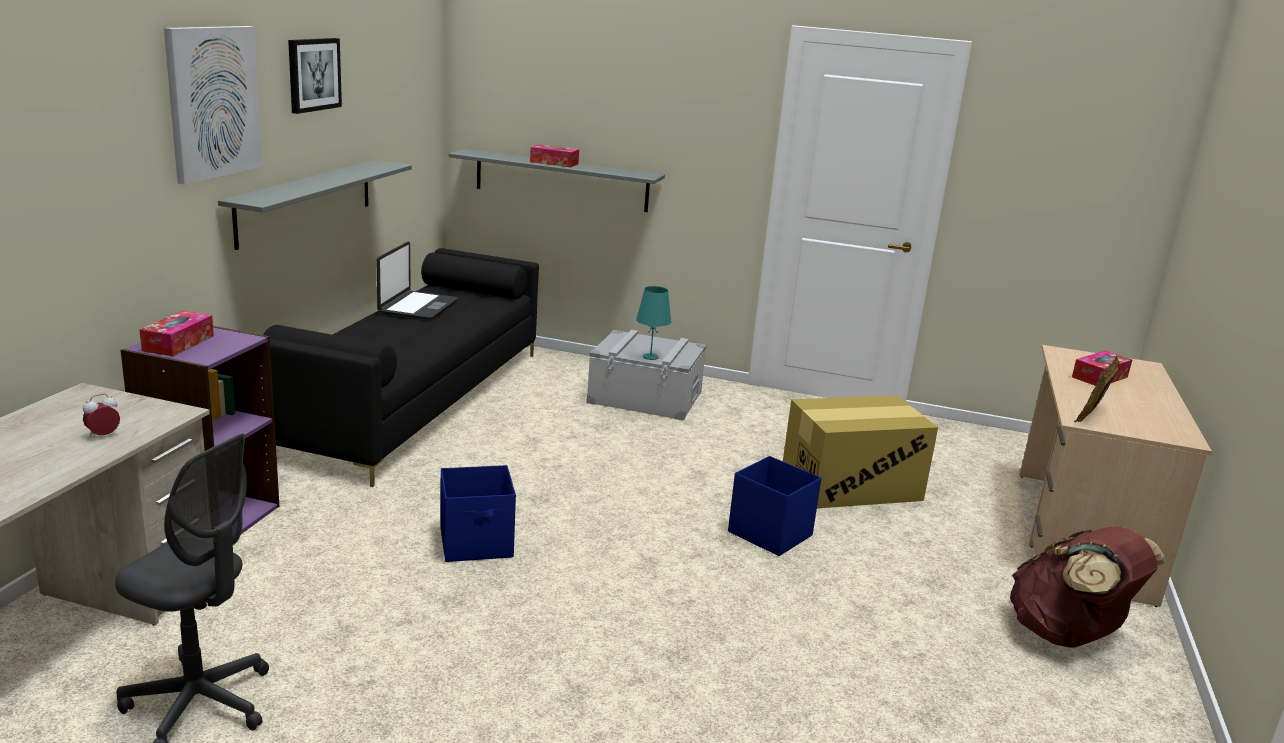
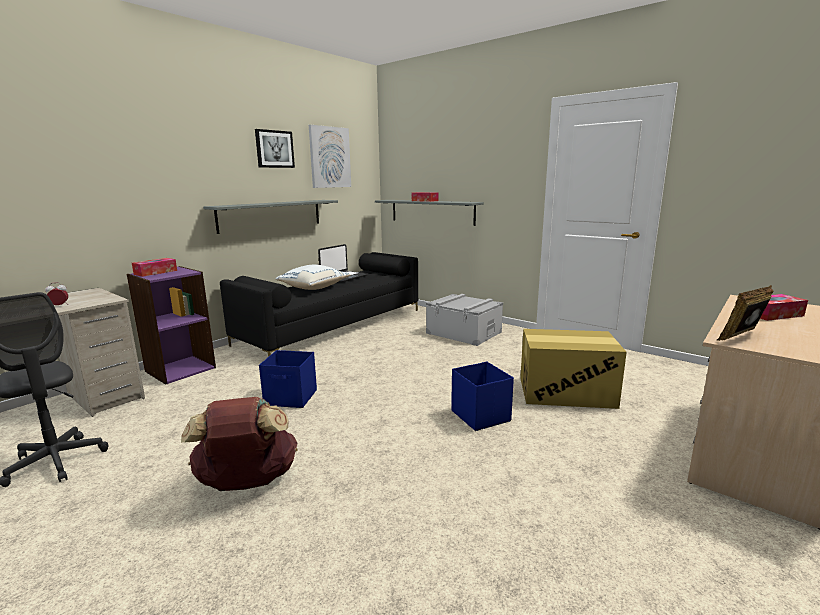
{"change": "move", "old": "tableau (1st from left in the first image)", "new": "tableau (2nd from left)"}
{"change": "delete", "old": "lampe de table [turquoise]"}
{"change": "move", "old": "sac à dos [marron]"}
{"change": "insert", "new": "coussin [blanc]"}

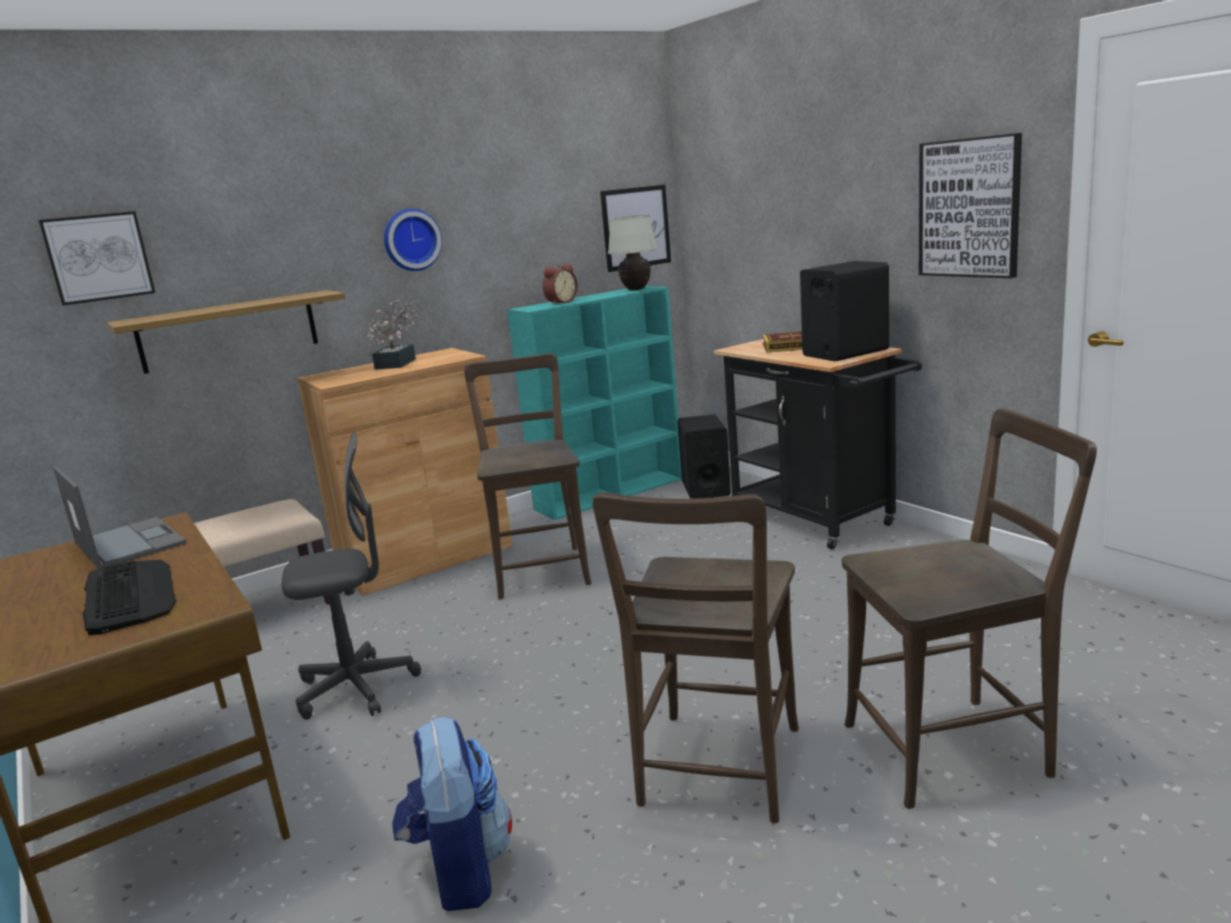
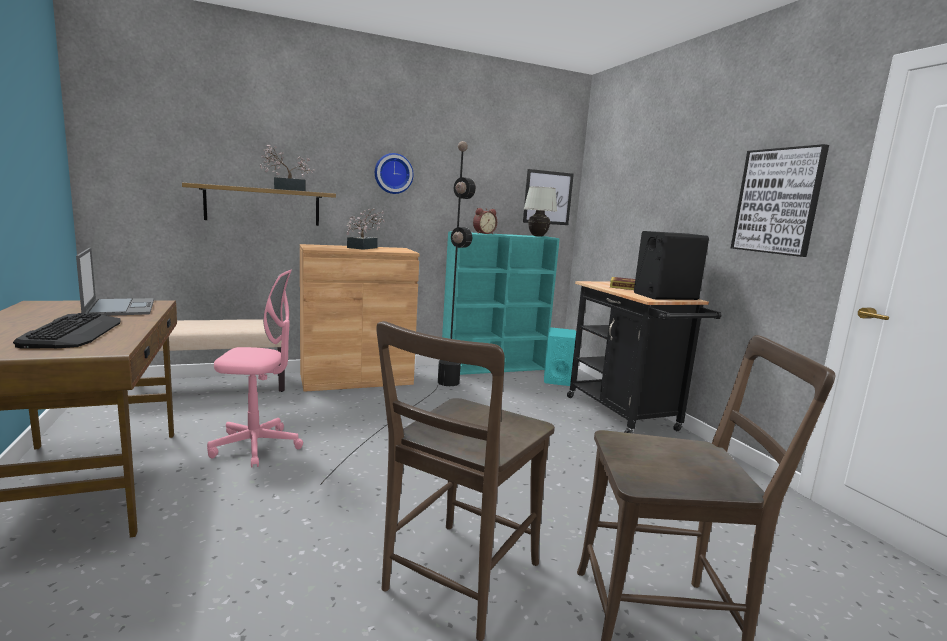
{"change": "delete", "old": "tableau (1st from left)"}
{"change": "replace", "old": "chaise [marron] (1st from left)", "new": "lampadaire [noir]"}
{"change": "recolor", "old": "enceinte [noir] (1st from left)", "new": "enceinte [turquoise]"}
{"change": "recolor", "old": "chaise de bureau [gris]", "new": "chaise de bureau [rose]"}
{"change": "delete", "old": "sac à dos"}
{"change": "insert", "new": "plante en pot (1st from left)"}

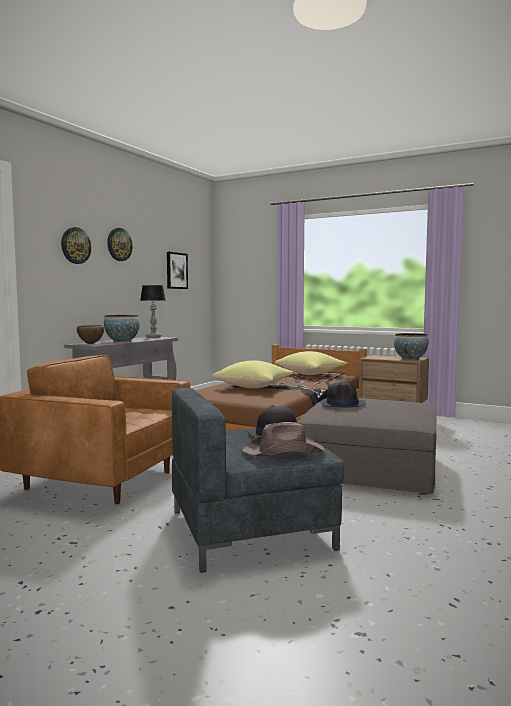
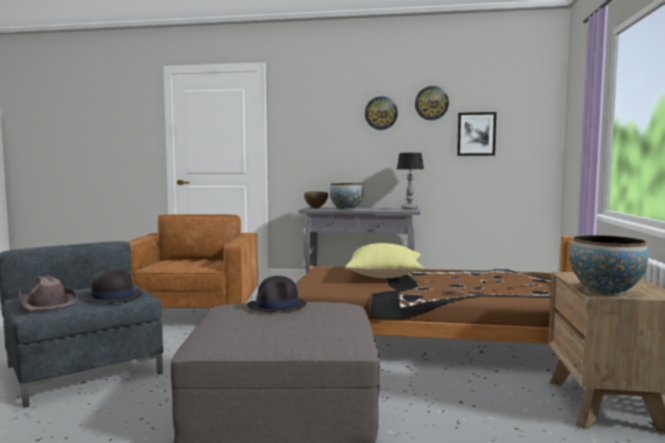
{"change": "move", "old": "horloge murale (1st from left in the first image)", "new": "horloge murale (2nd from left)"}
{"change": "delete", "old": "coussin [jaune] (2nd from left)"}

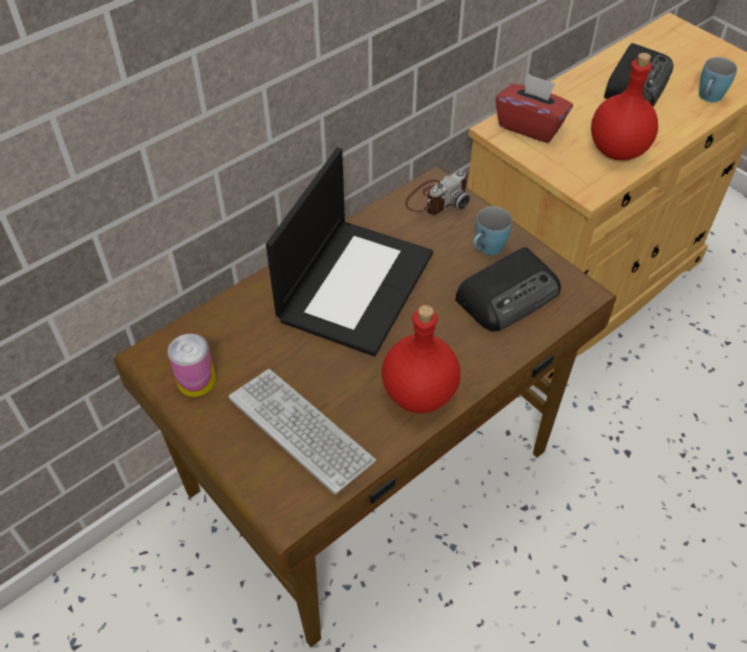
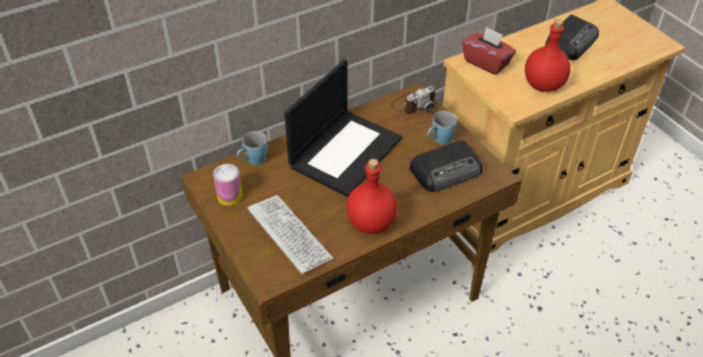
{"change": "move", "old": "mug [bleu] (2nd from left in the first image)", "new": "mug [bleu] (1st from left)"}

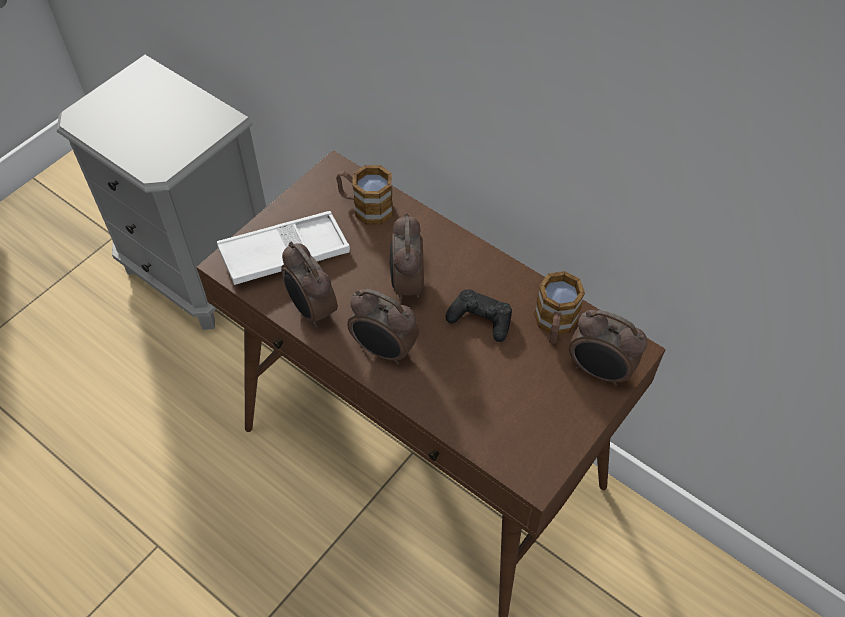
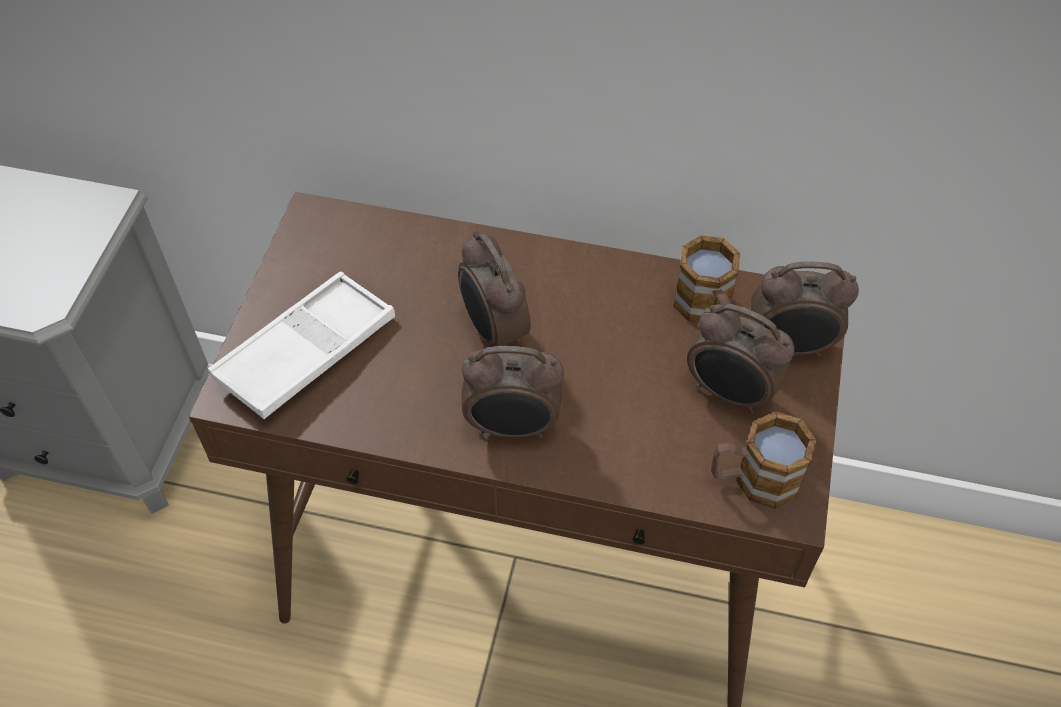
{"change": "move", "old": "mug (1st from left in the first image)", "new": "mug (2nd from left)"}
{"change": "move", "old": "réveil (1st from left in the first image)", "new": "réveil (3rd from left)"}
{"change": "delete", "old": "manette [noir]"}

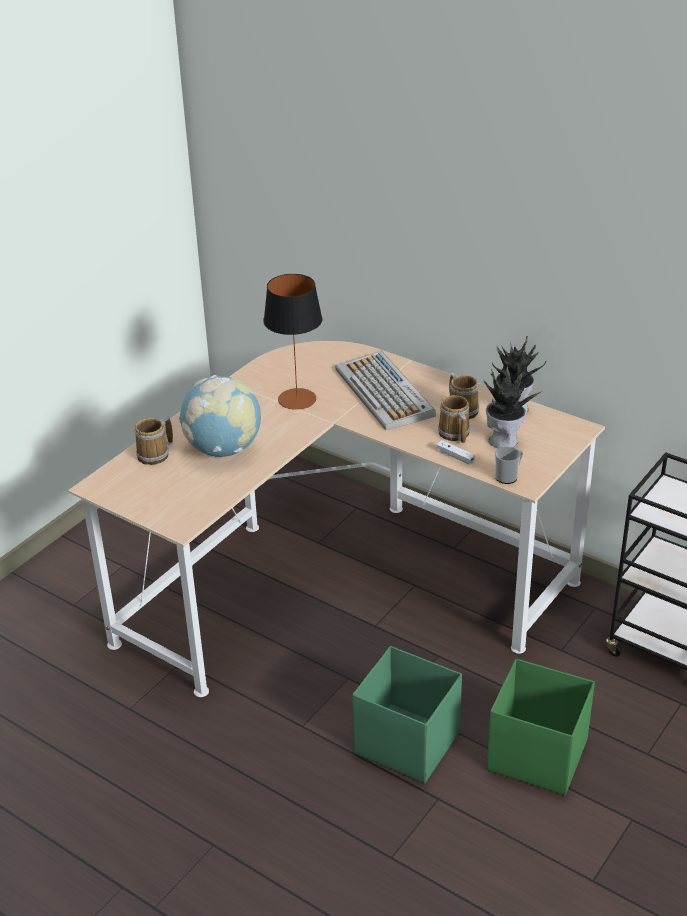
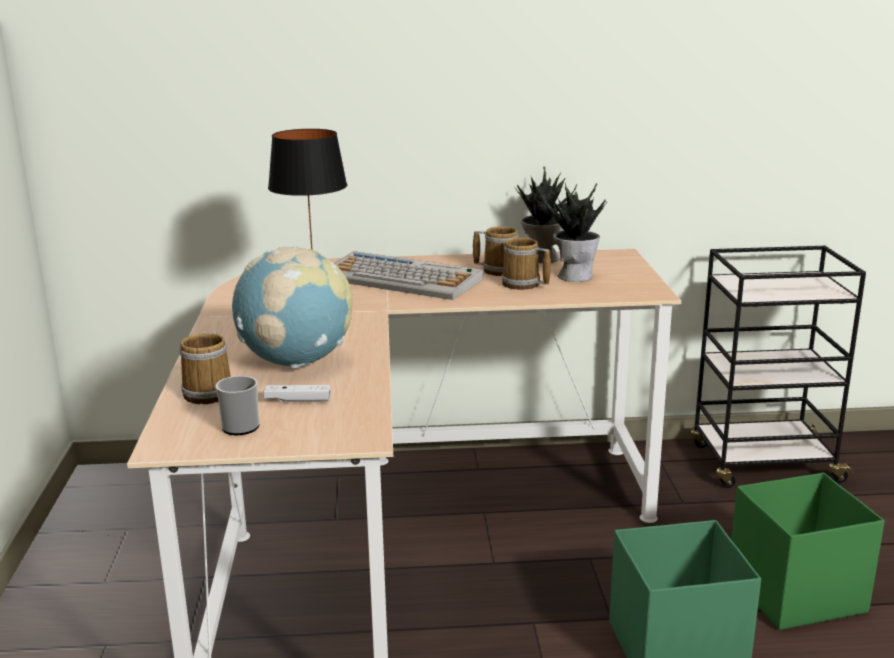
{"change": "move", "old": "manette [blanc]"}
{"change": "move", "old": "mug (4th from left in the first image)", "new": "mug (2nd from left)"}

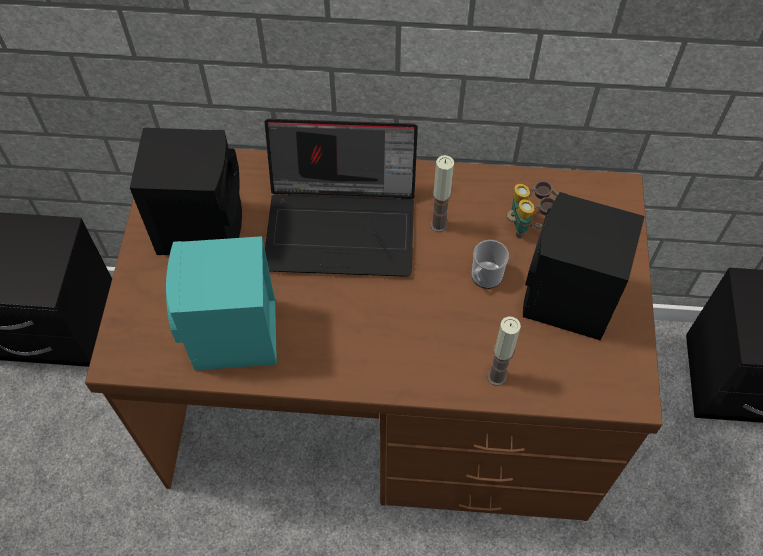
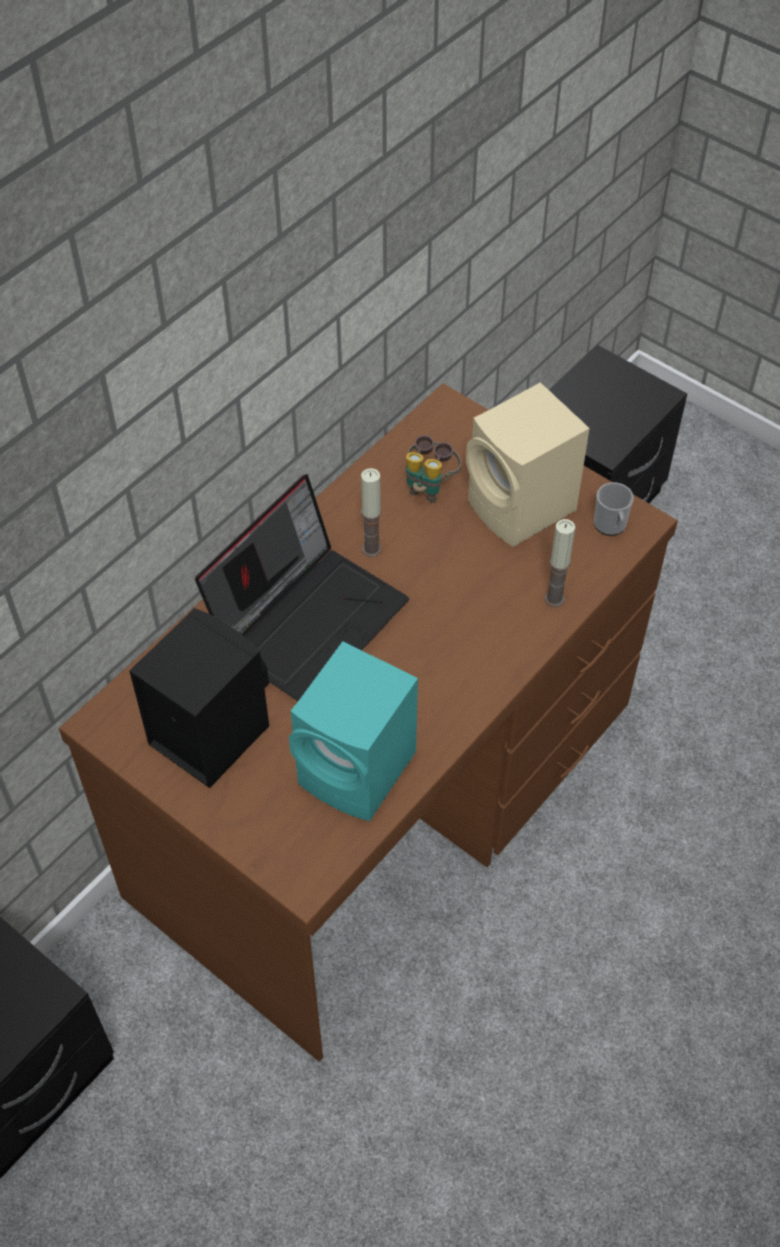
{"change": "recolor", "old": "enceinte [noir] (2nd from left)", "new": "enceinte [beige]"}
{"change": "move", "old": "mug"}

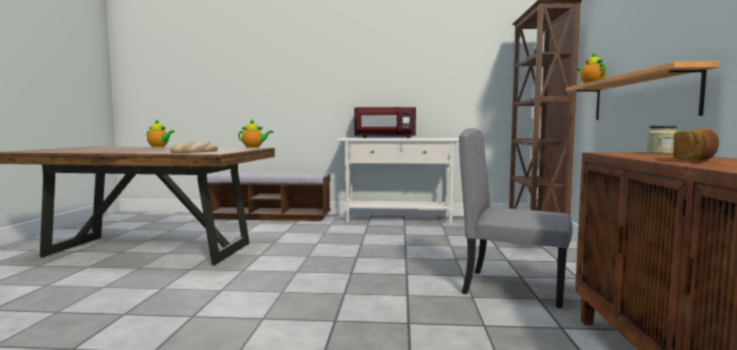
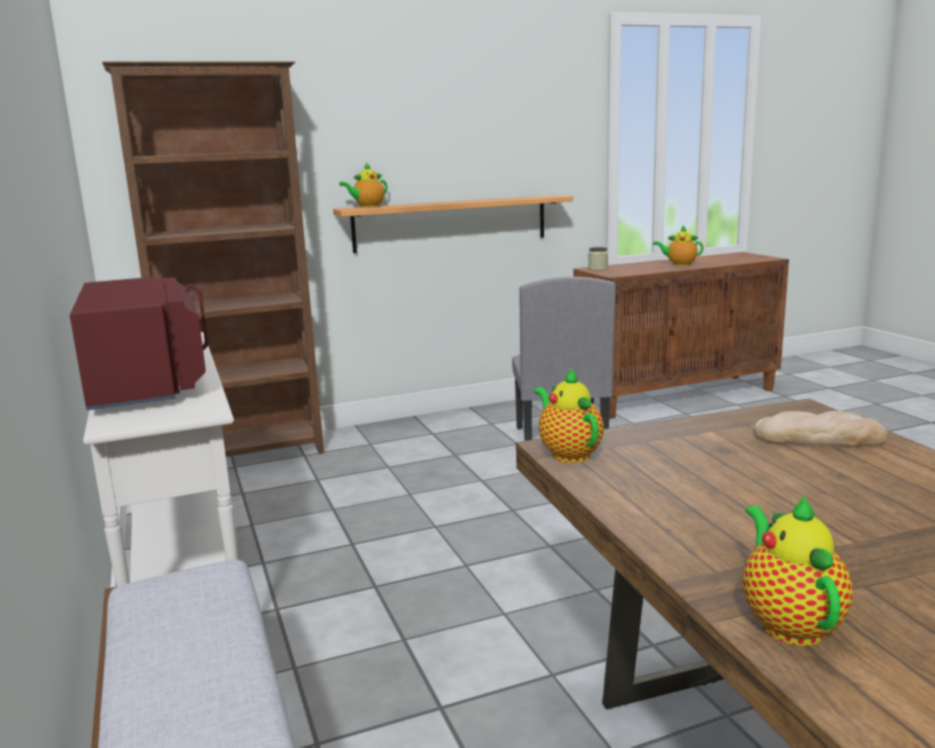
{"change": "replace", "old": "pain (2nd from left)", "new": "théière (3rd from left)"}

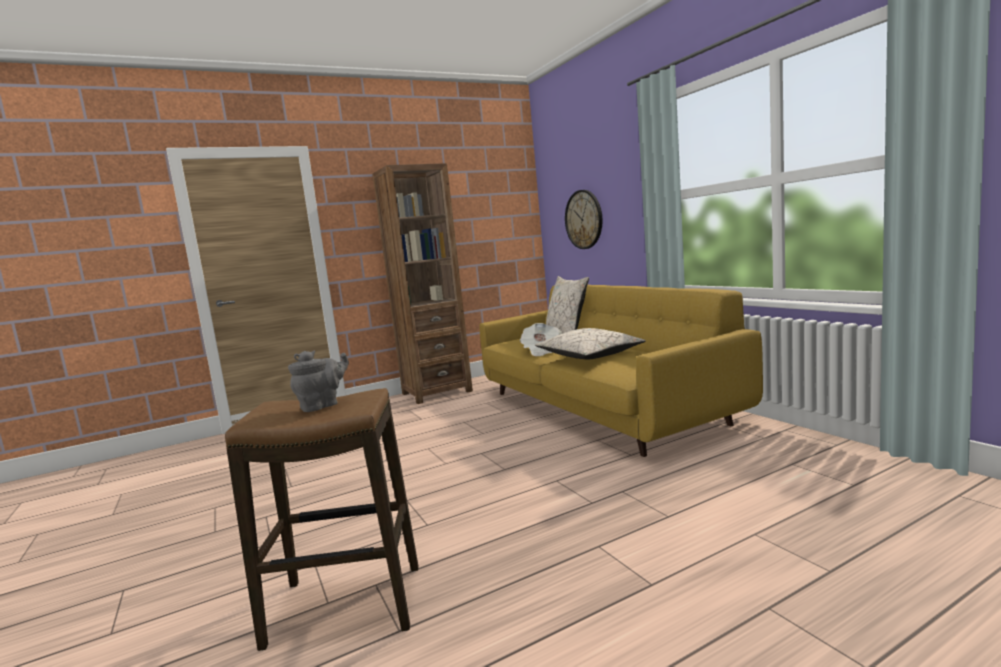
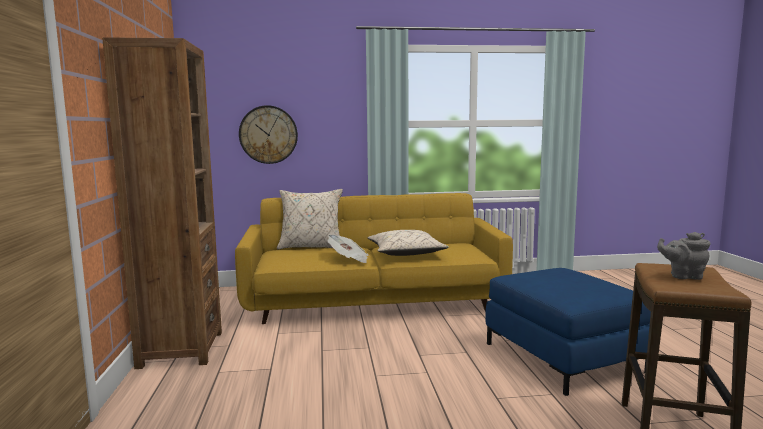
{"change": "rotate", "old": "théière [gris]", "degrees": -60}
{"change": "insert", "new": "pouf [bleu]"}

